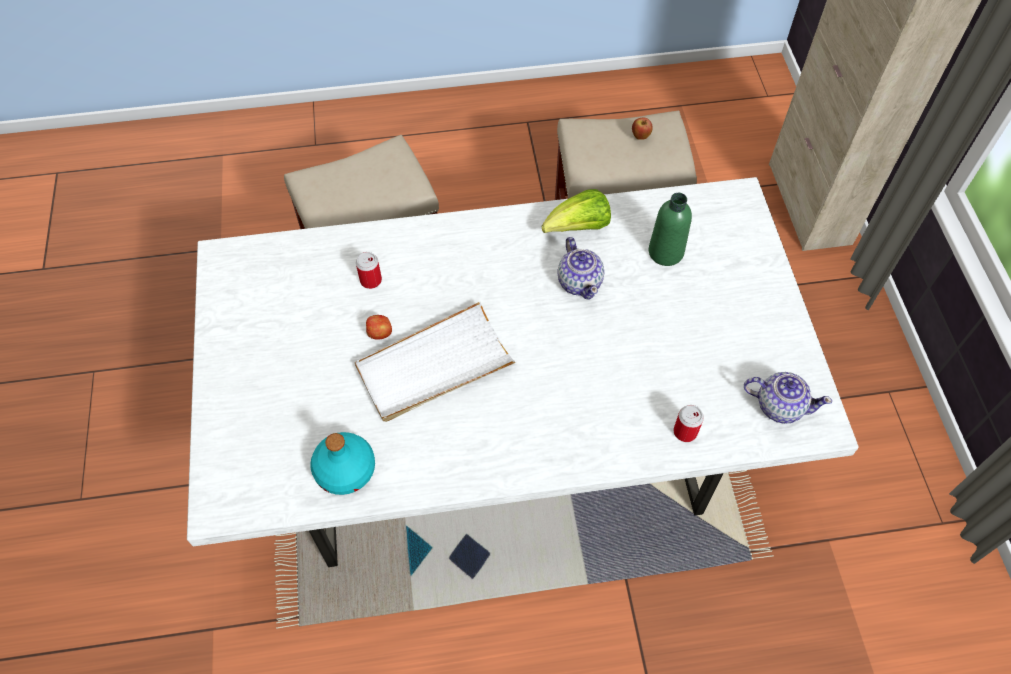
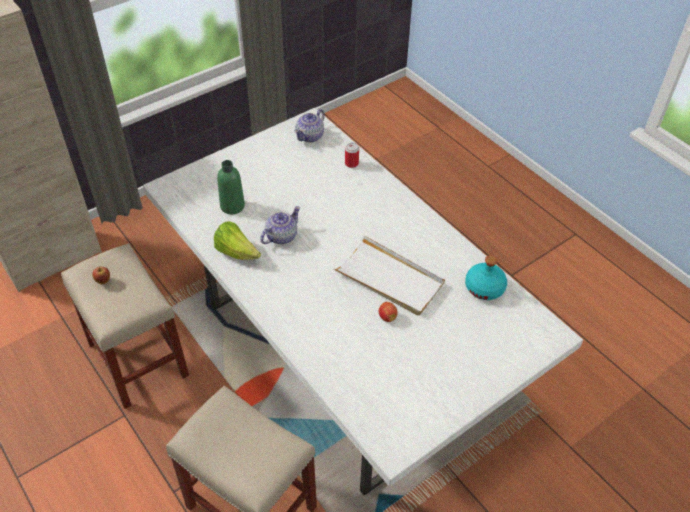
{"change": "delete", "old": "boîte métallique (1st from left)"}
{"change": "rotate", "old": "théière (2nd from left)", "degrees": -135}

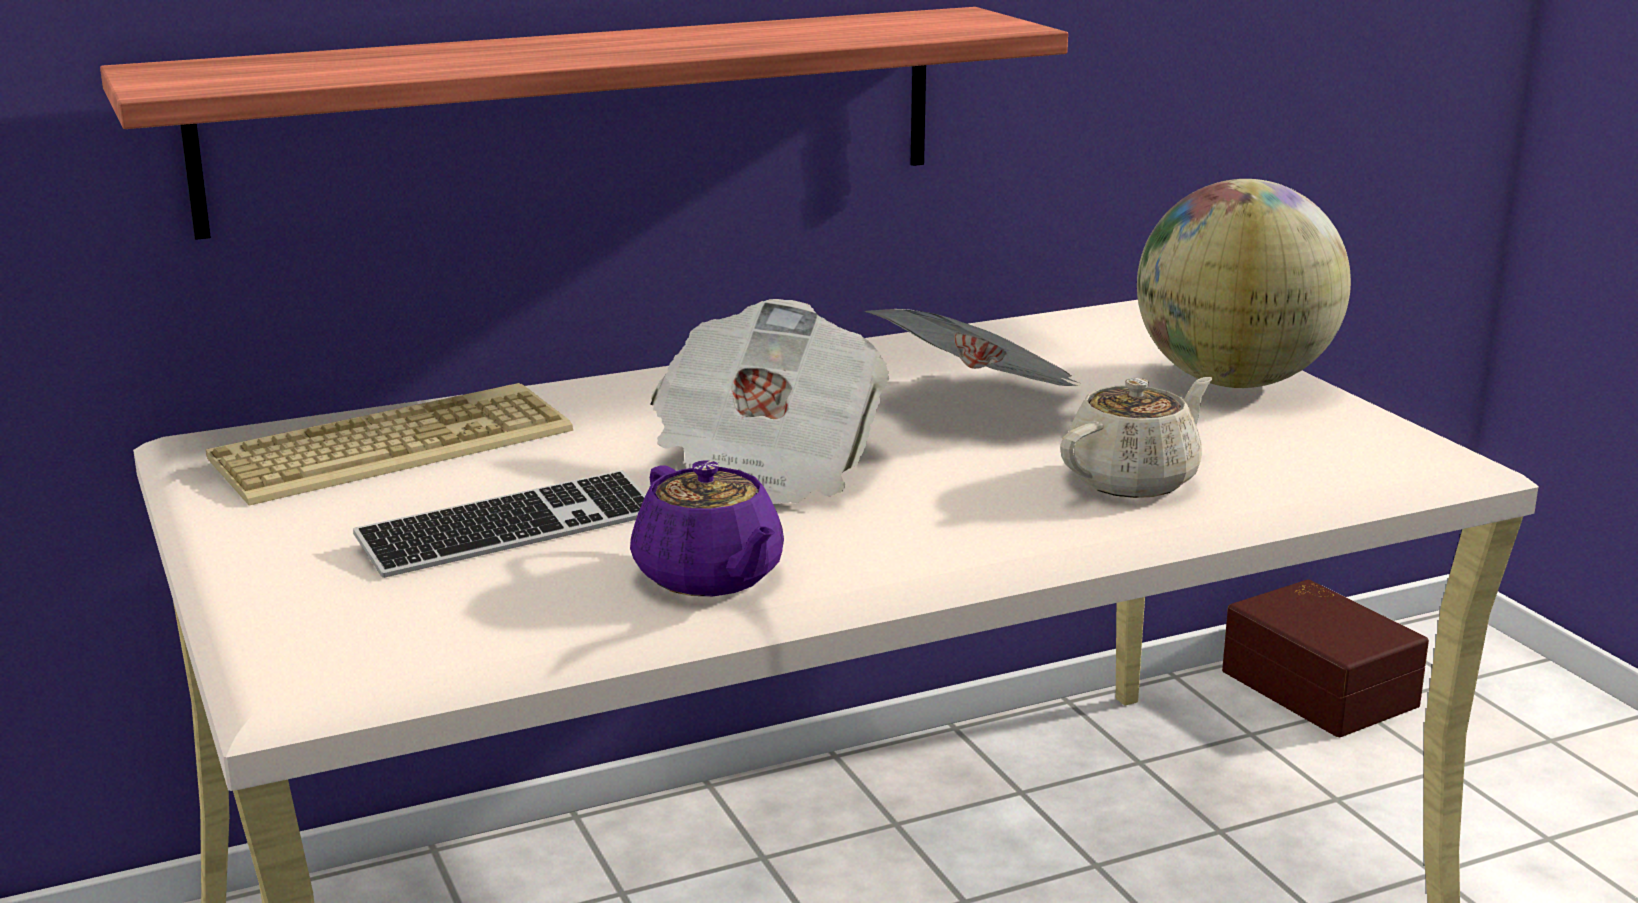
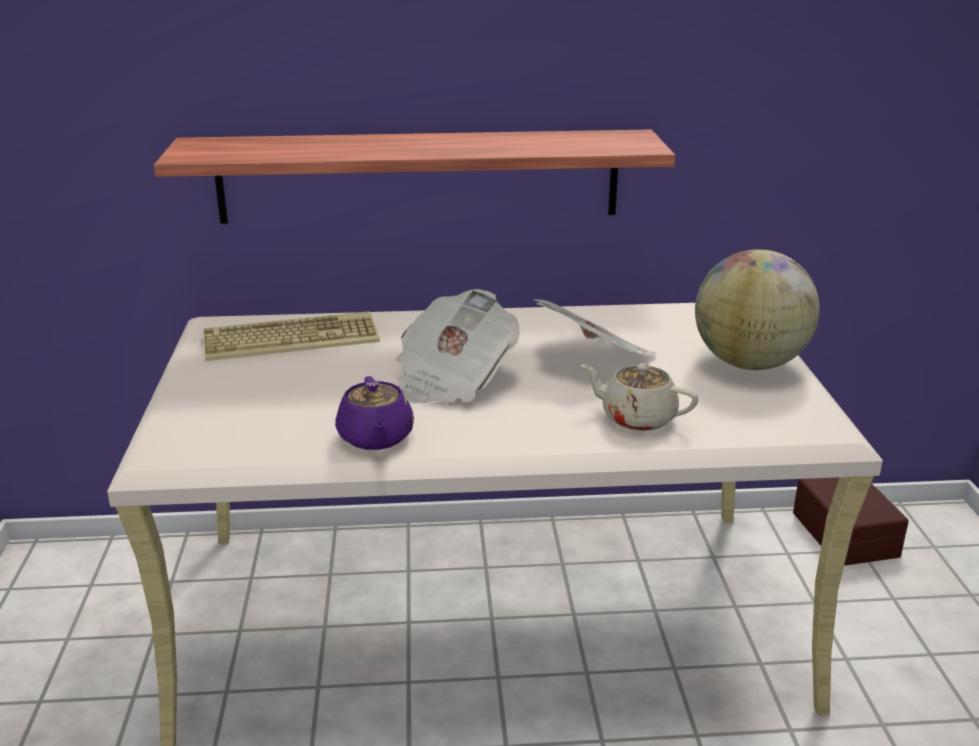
{"change": "rotate", "old": "théière [beige]", "degrees": -135}
{"change": "delete", "old": "clavier (2nd from left)"}

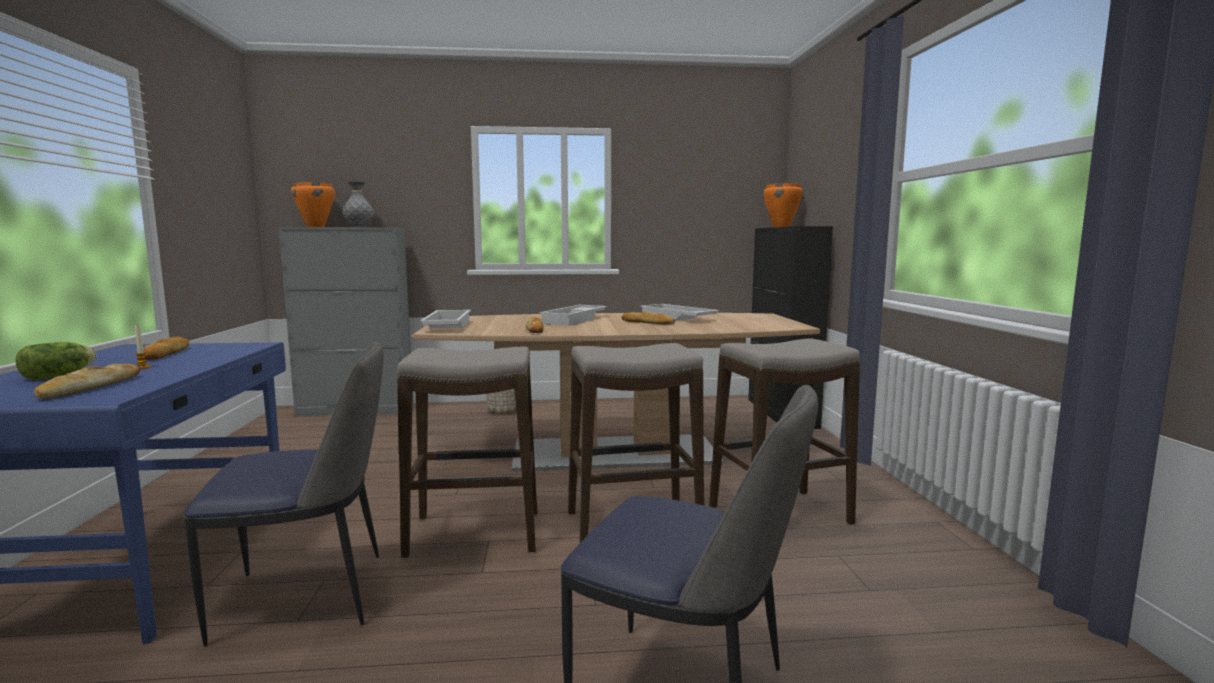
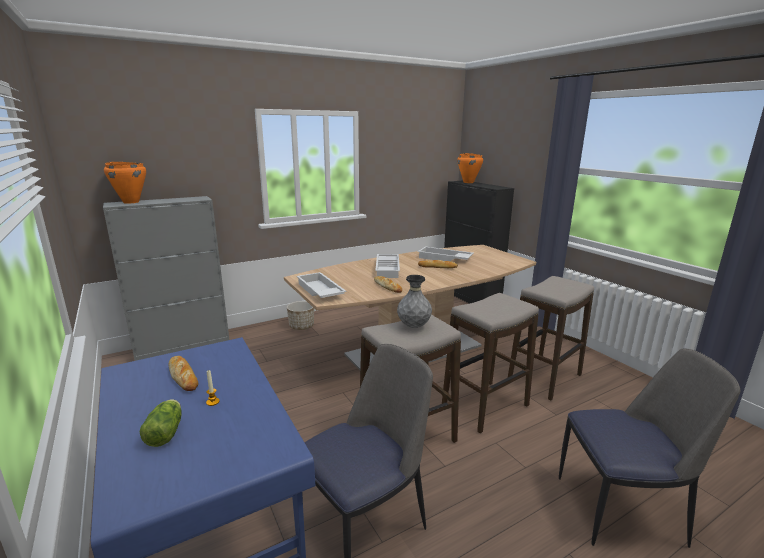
{"change": "move", "old": "vase [gris]"}
{"change": "delete", "old": "pain (1st from left)"}

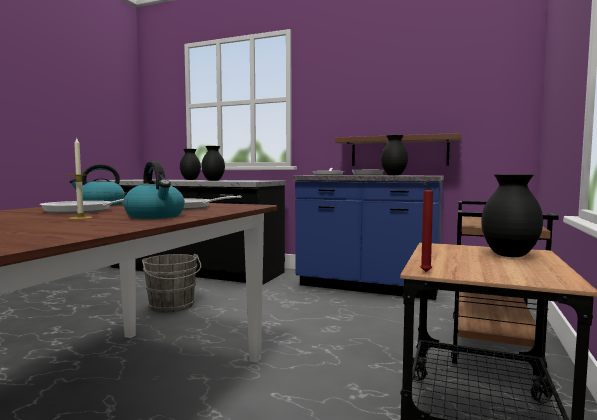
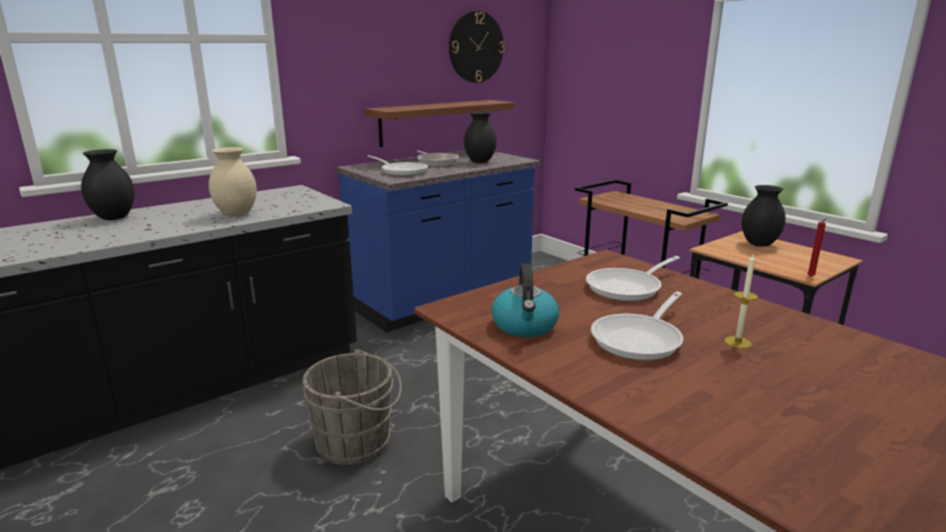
{"change": "recolor", "old": "vase [noir] (2nd from left)", "new": "vase [beige]"}
{"change": "delete", "old": "bouilloire (2nd from left)"}
{"change": "insert", "new": "horloge murale"}

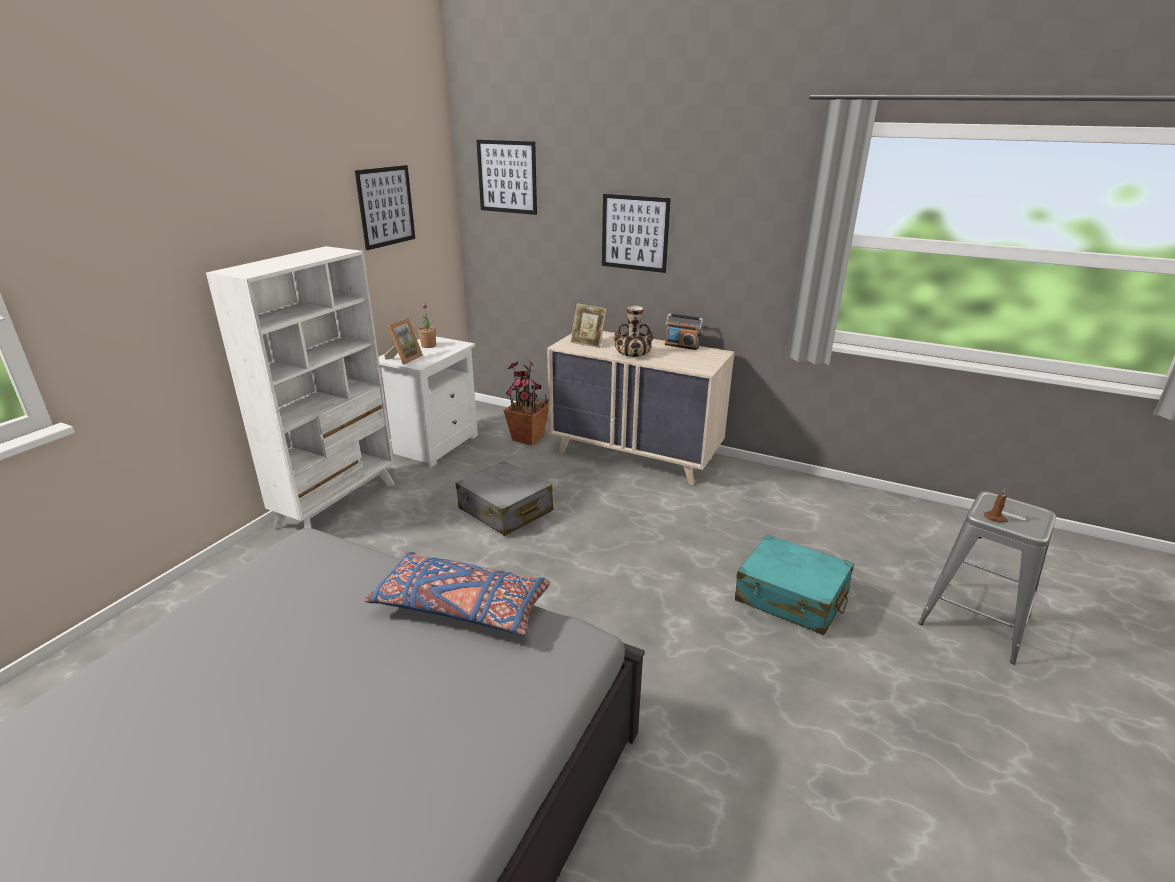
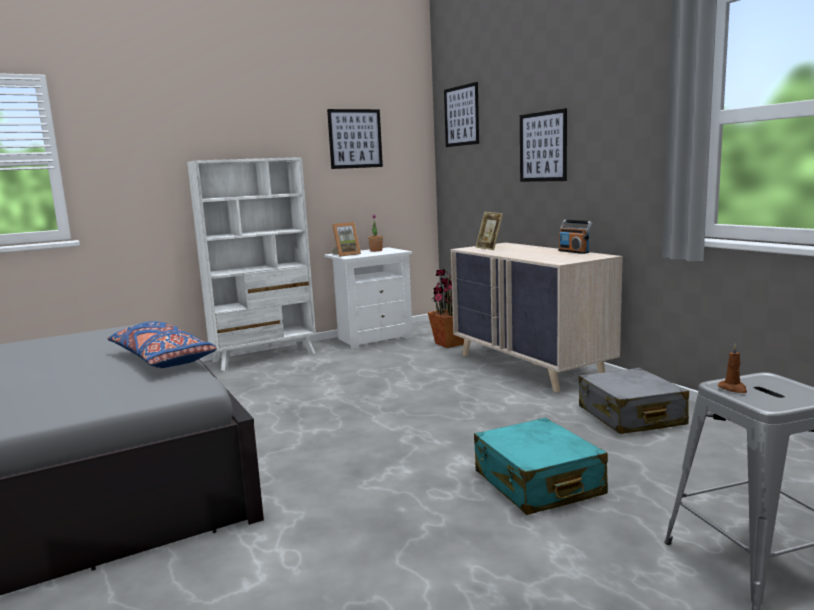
{"change": "delete", "old": "vase"}
{"change": "move", "old": "valise [gris]"}

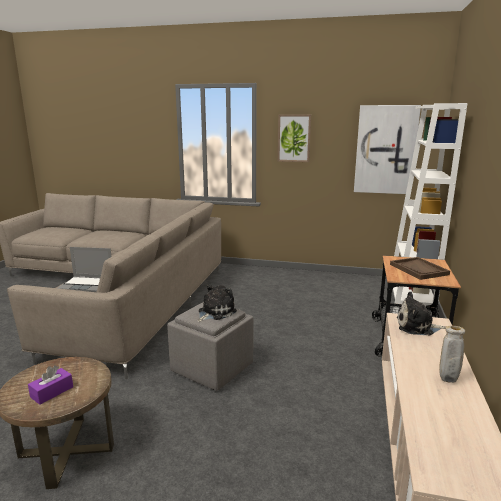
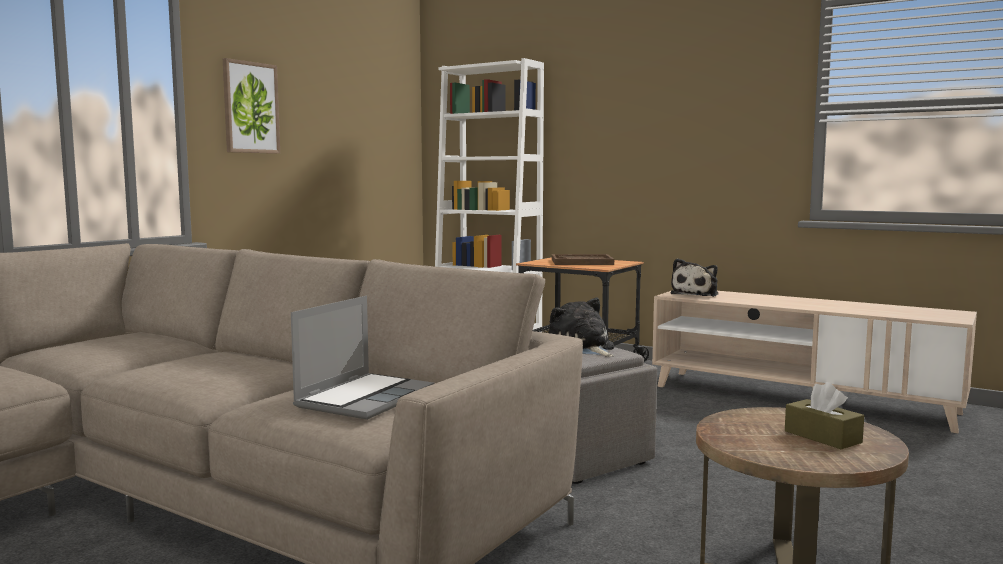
{"change": "delete", "old": "tableau (2nd from left)"}
{"change": "delete", "old": "vase [beige]"}
{"change": "recolor", "old": "boîte à mouchoirs [violet]", "new": "boîte à mouchoirs [marron]"}

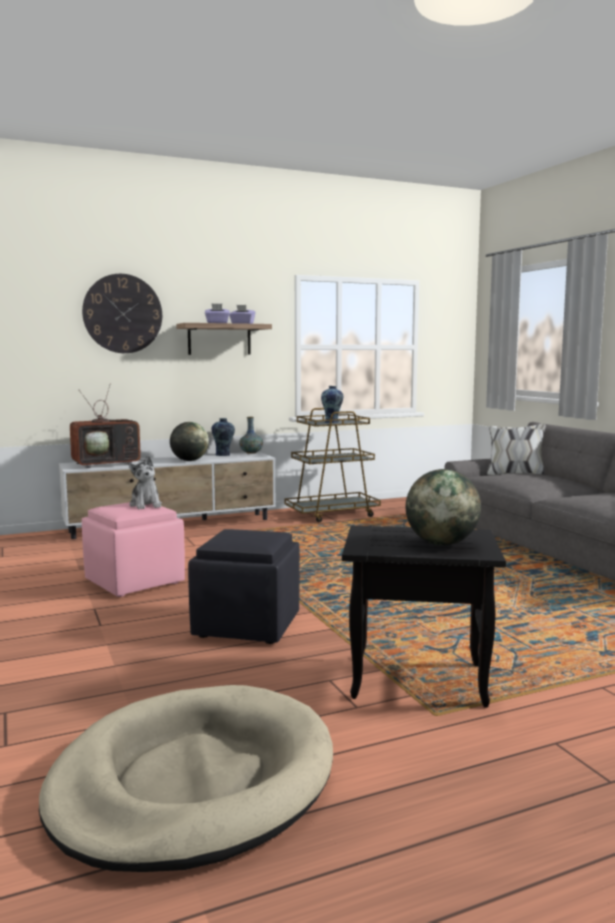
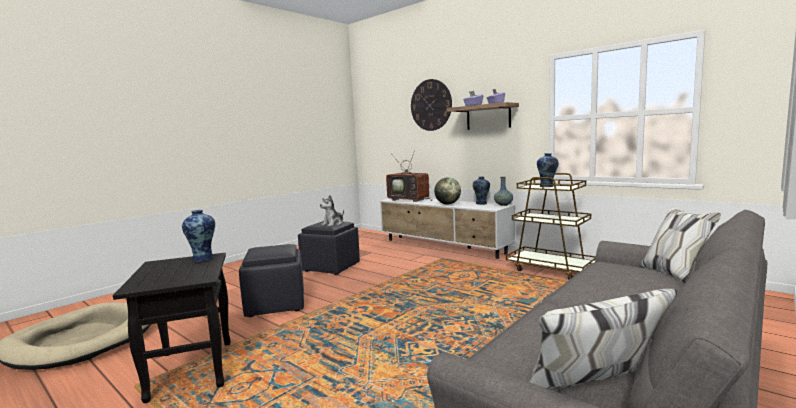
{"change": "delete", "old": "globe (2nd from left)"}
{"change": "recolor", "old": "pouf [rose]", "new": "pouf [noir] (2nd from left)"}
{"change": "insert", "new": "vase (1st from left)"}

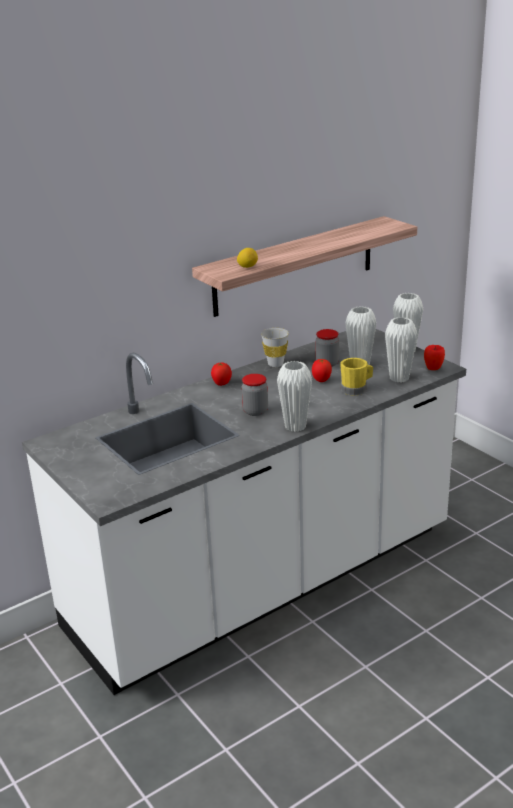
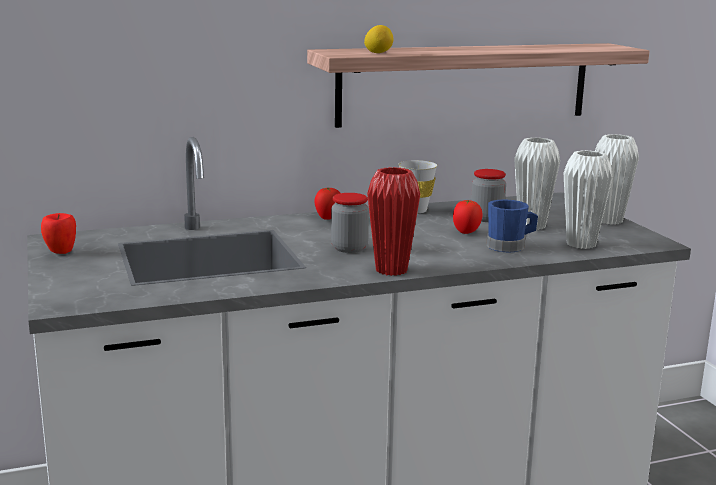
{"change": "move", "old": "pomme"}
{"change": "recolor", "old": "mug [jaune]", "new": "mug [bleu]"}
{"change": "recolor", "old": "vase [blanc] (1st from left)", "new": "vase [rouge]"}

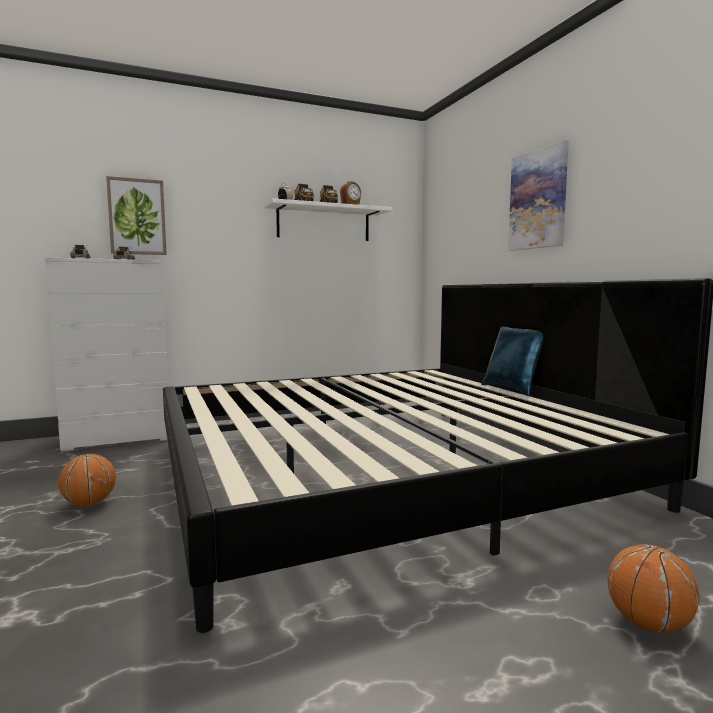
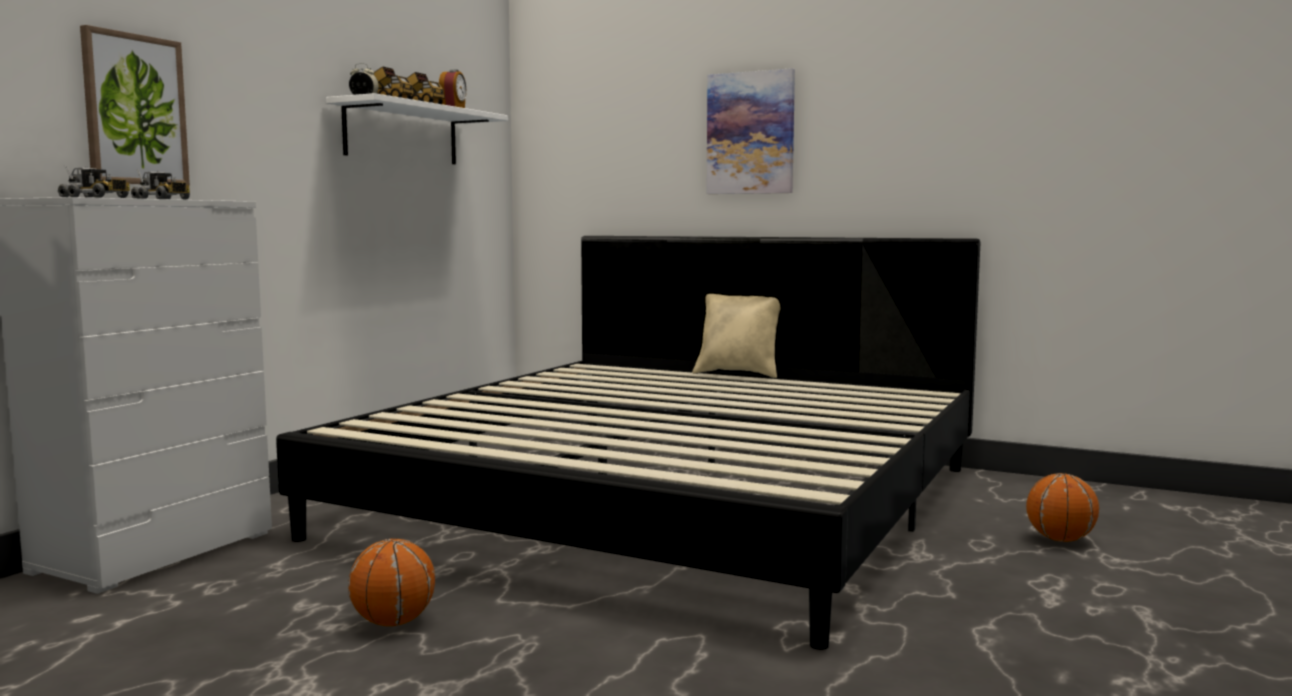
{"change": "recolor", "old": "coussin [bleu]", "new": "coussin [beige]"}

